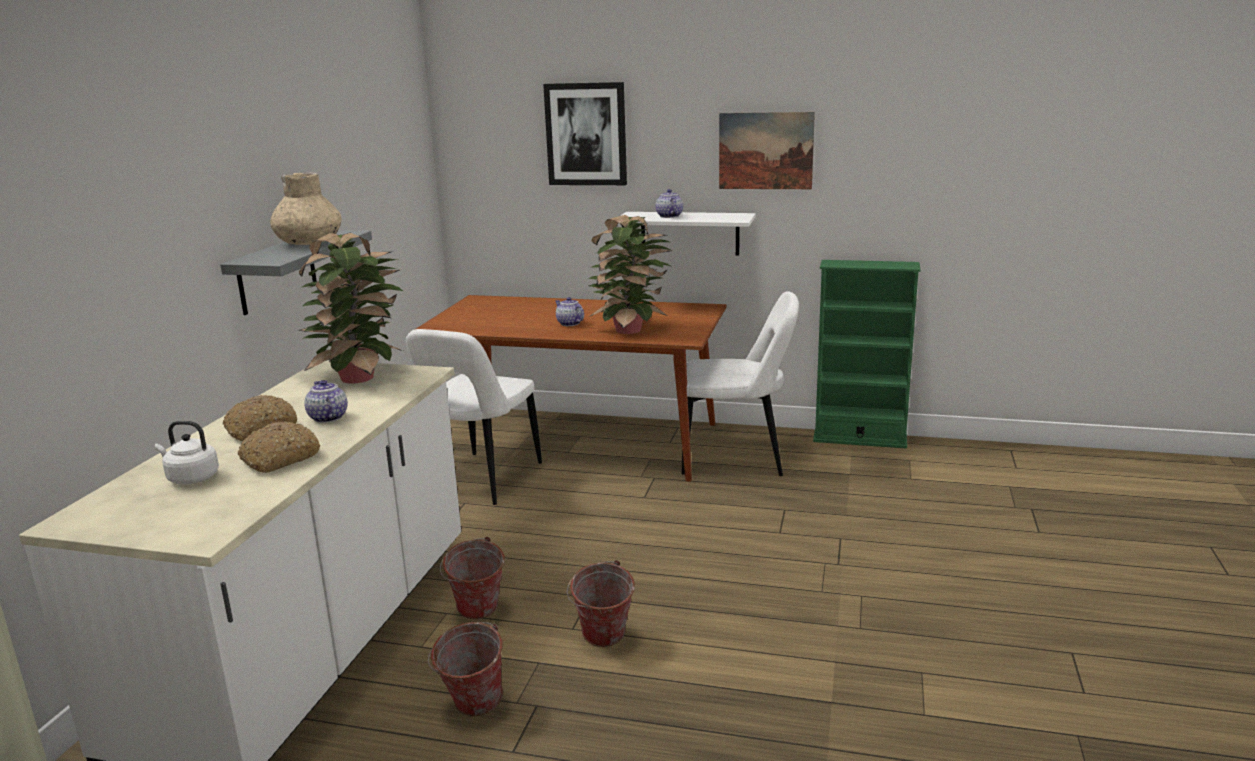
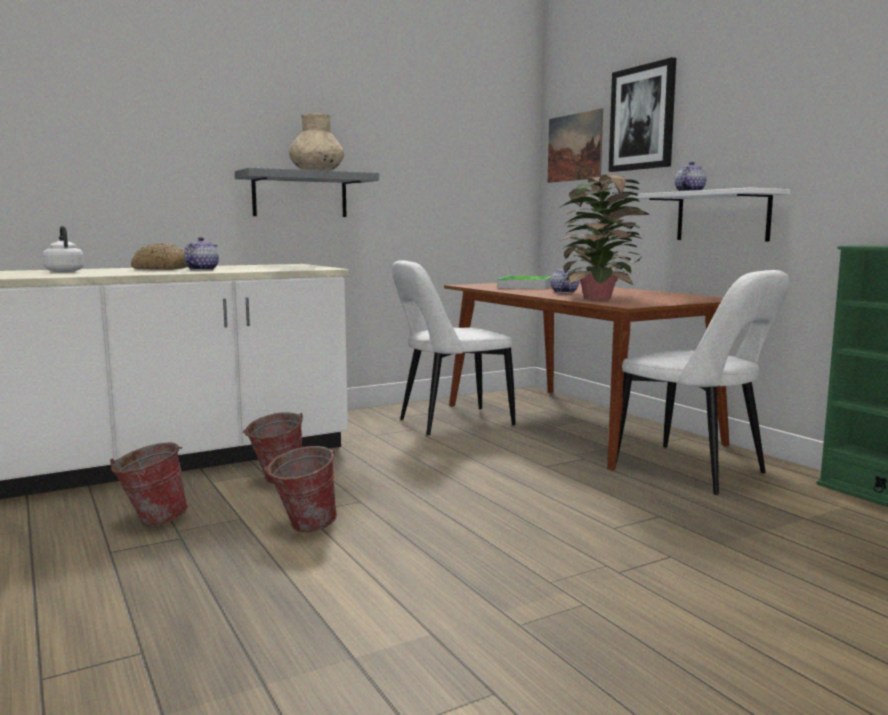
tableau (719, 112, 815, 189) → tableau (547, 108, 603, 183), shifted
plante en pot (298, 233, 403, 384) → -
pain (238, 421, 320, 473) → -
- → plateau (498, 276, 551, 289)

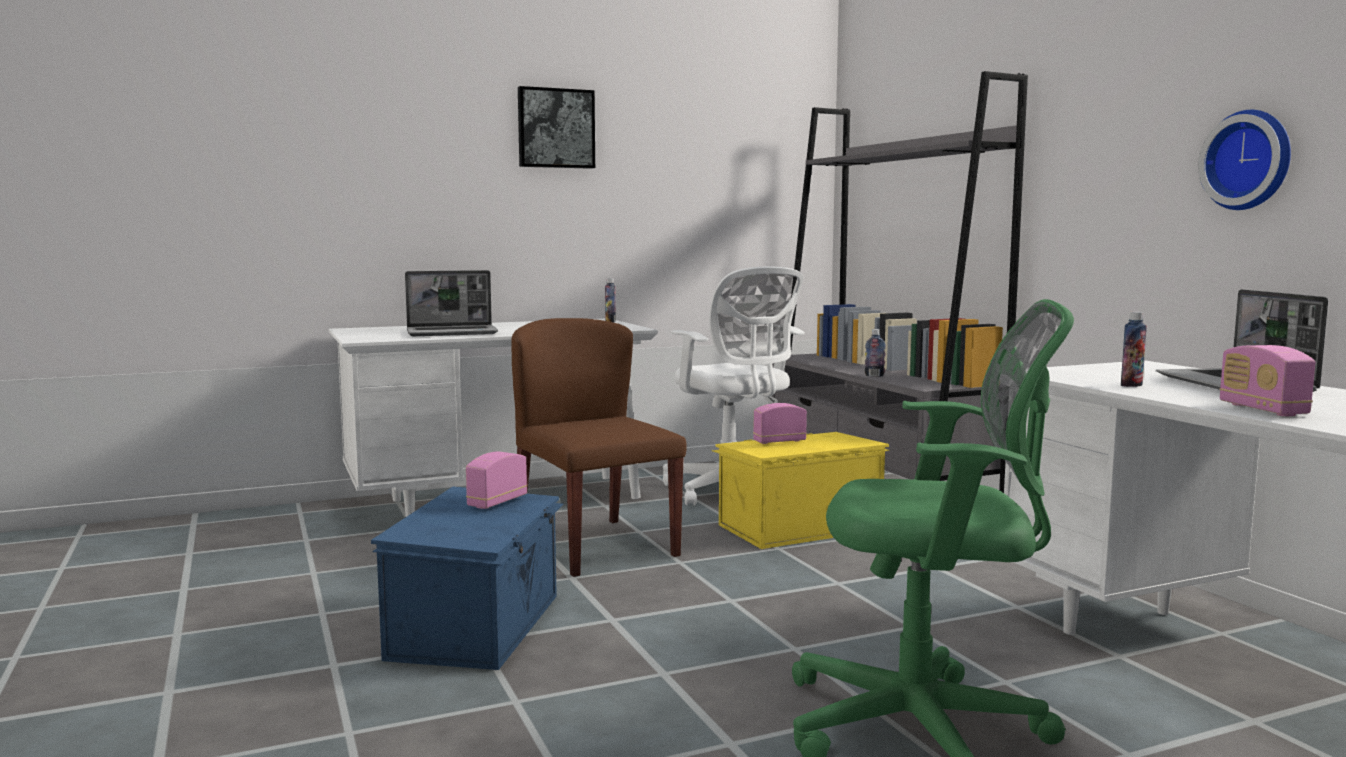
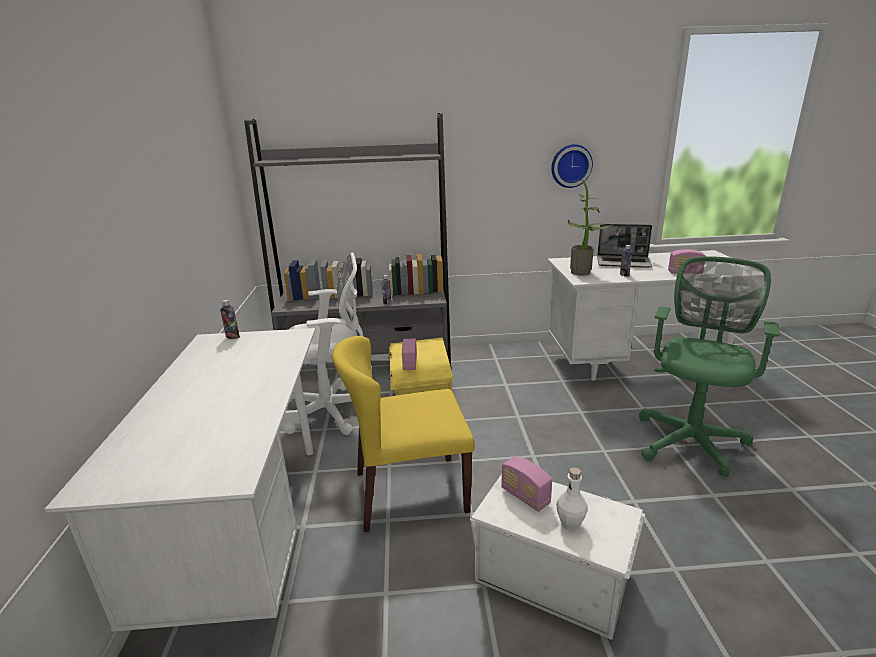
tableau (518, 86, 595, 169) → -
ordinateur portable (405, 270, 498, 336) → -
chaise/marron (512, 318, 687, 577) → chaise/jaune (332, 336, 475, 532)
boîte de rangement/bleu (371, 487, 564, 670) → boîte de rangement/blanc (470, 474, 645, 640)
- → plante en pot (568, 180, 612, 275)
- → bouteille/blanc (556, 467, 588, 531)

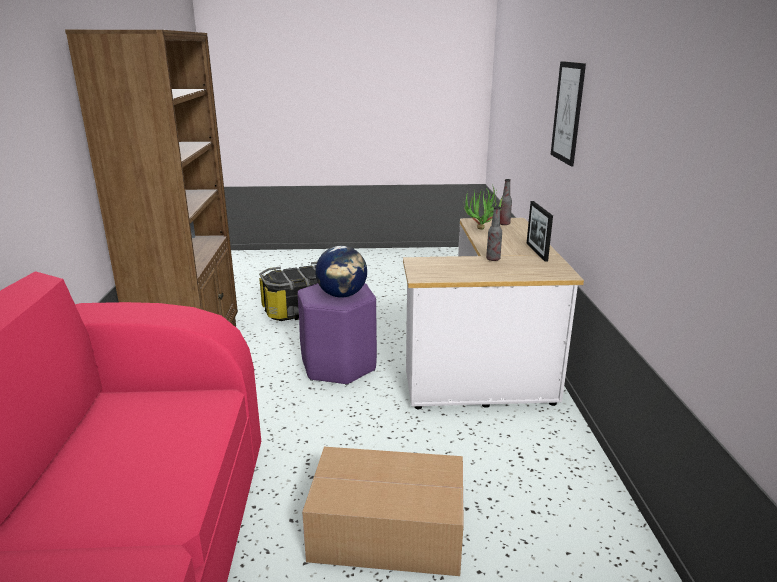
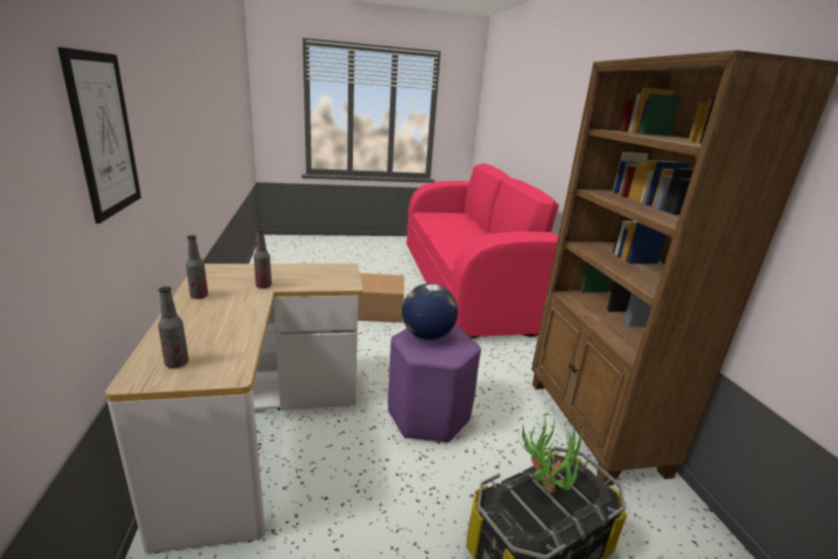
plante en pot (463, 184, 505, 230) → plante en pot (519, 418, 583, 494), shifted
cadre photo (527, 201, 553, 261) → bouteille (186, 235, 208, 299)

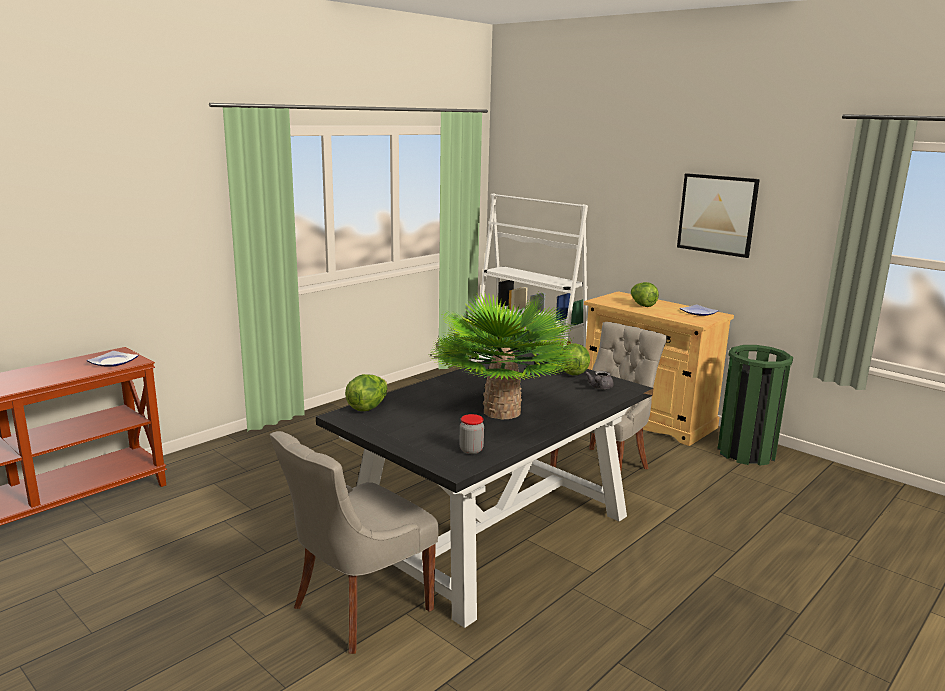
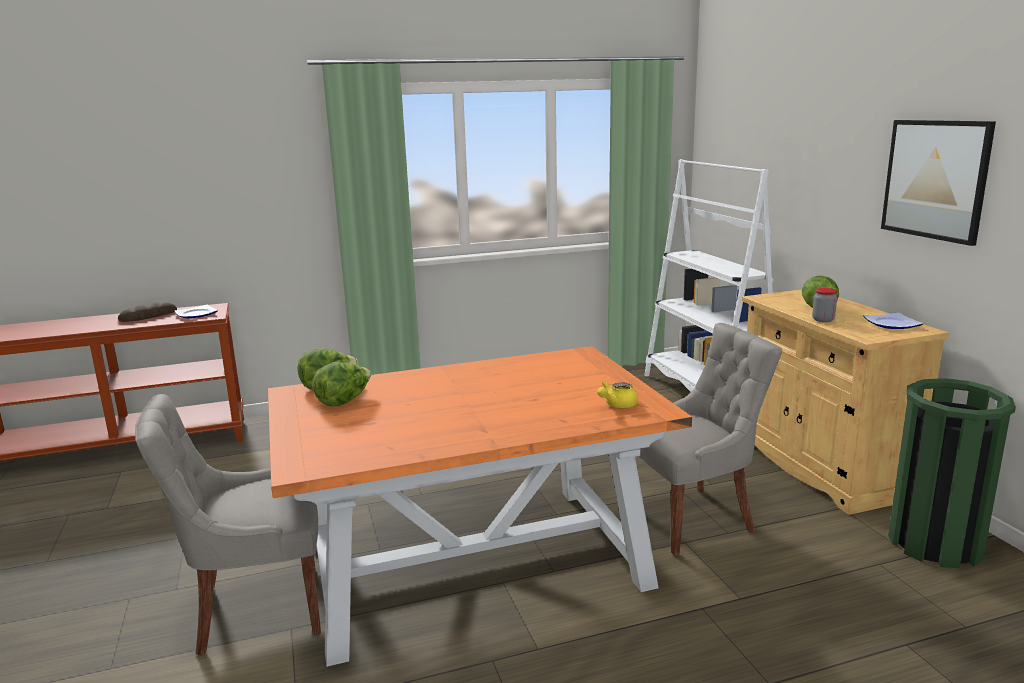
plante en pot (429, 291, 578, 419) → -
laitue (560, 343, 590, 375) → laitue (312, 362, 371, 406), shifted
table à manger/noir (316, 350, 654, 628) → table à manger/orange (268, 346, 692, 667)
théière/gris (585, 371, 614, 389) → théière/jaune (597, 381, 638, 408)
bocal (459, 414, 484, 454) → bocal (812, 288, 837, 322), shifted
- → pain (118, 302, 177, 322)

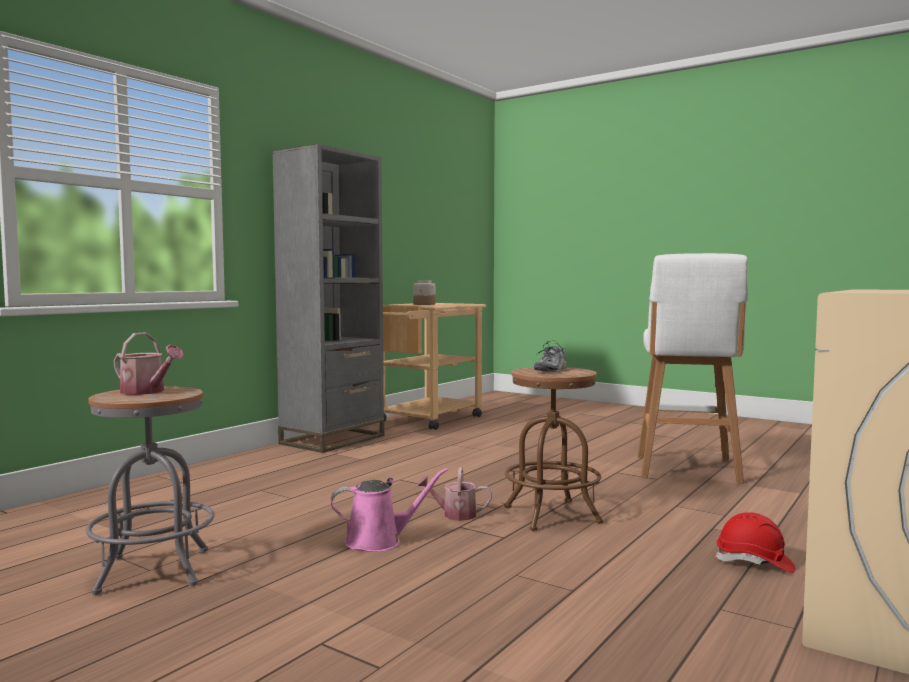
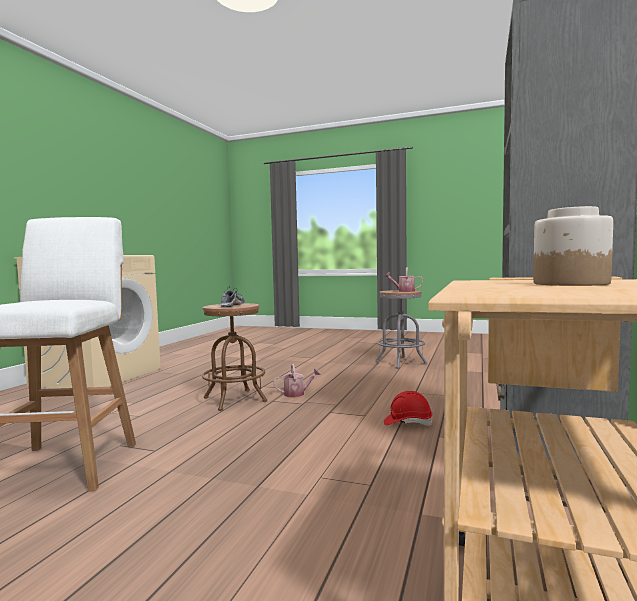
arrosoir/rose (330, 468, 448, 552) → -
casque de chantier/rouge (715, 512, 796, 573) → casque de chantier/rouge (384, 391, 433, 426), shifted

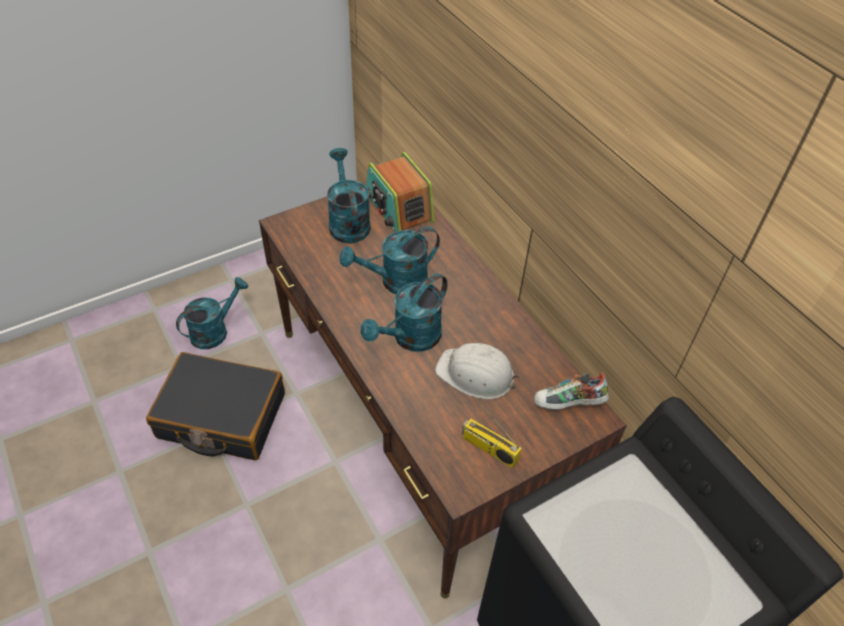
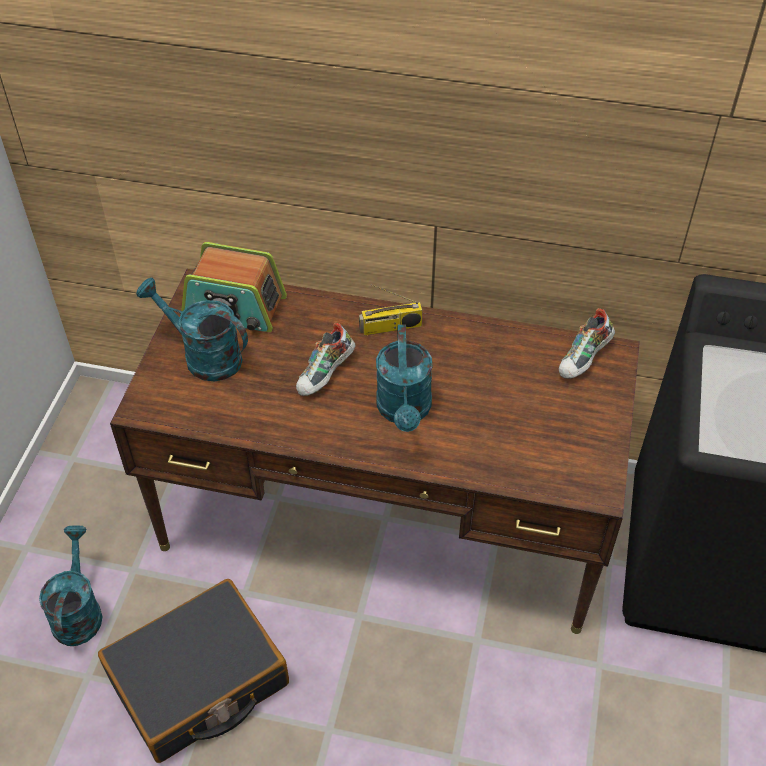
arrosoir/turquoise (340, 227, 440, 294) → chaussure (296, 323, 356, 396)
casque de chantier/blanc (435, 343, 520, 399) → -
radio (462, 404, 522, 468) → radio (359, 284, 423, 335), shifted

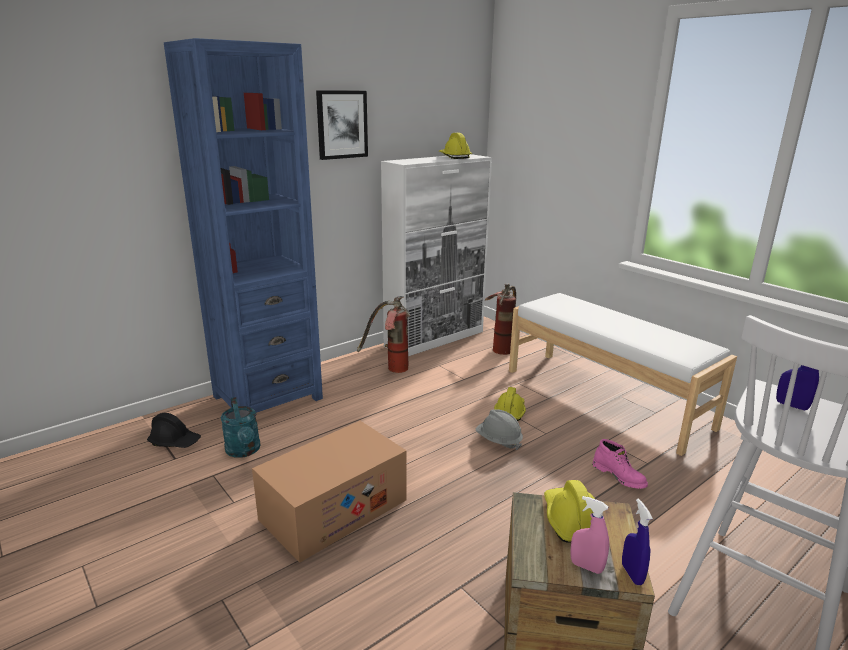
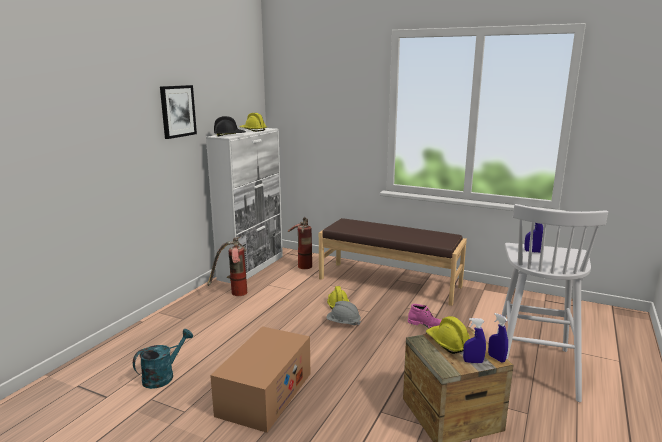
bibliothèque/bleu (164, 38, 323, 413) → -
banc/blanc (509, 293, 737, 456) → banc/marron (319, 218, 467, 306)
arrosoir/turquoise (220, 397, 261, 458) → arrosoir/turquoise (133, 329, 193, 389), 90 degrees counterclockwise
casque de chantier/noir (147, 413, 201, 448) → casque de chantier/noir (214, 116, 246, 137), shifted
vaporisateur/rose (570, 496, 609, 574) → vaporisateur/bleu (463, 318, 486, 363)

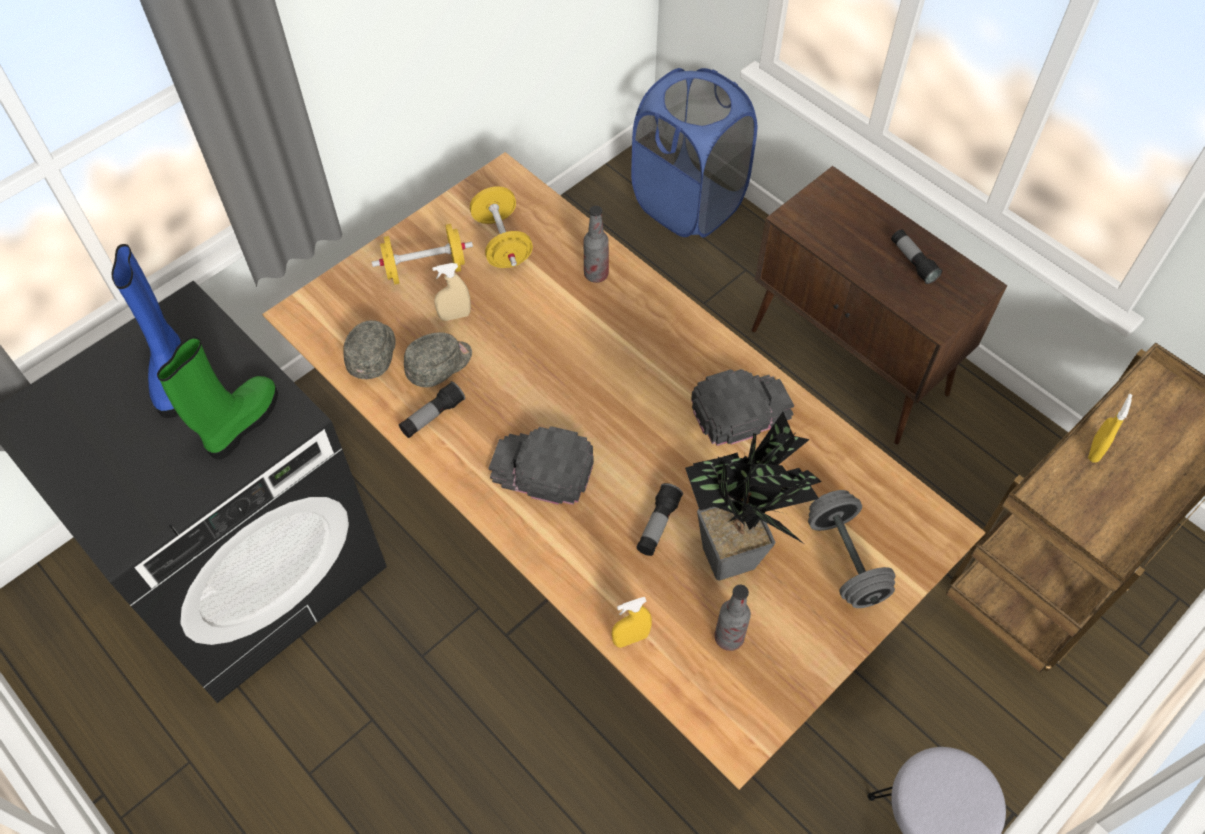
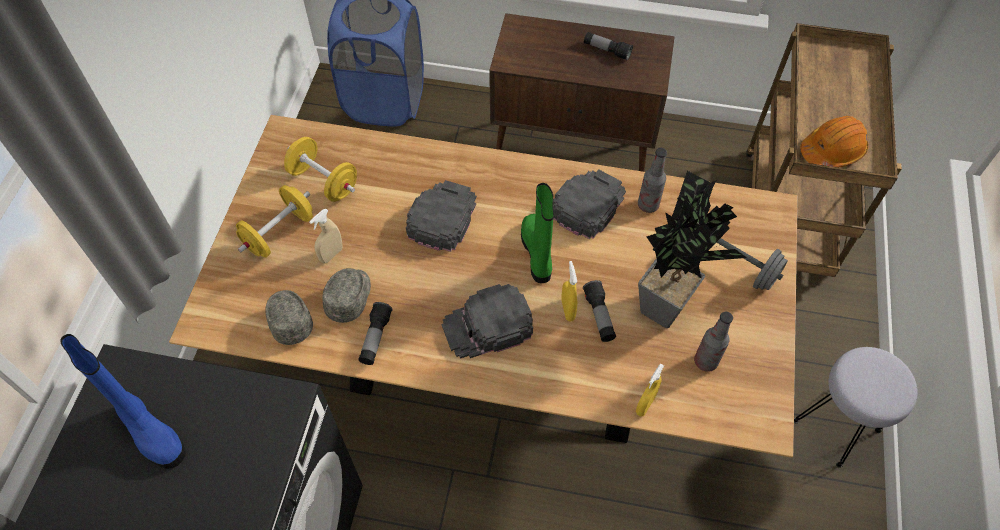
bouteille (584, 206, 609, 283) → bouteille (638, 148, 667, 213), shifted
botte/vert (157, 336, 278, 460) → botte/vert (521, 183, 554, 283), shifted
vaporisateur/jaune (1088, 394, 1132, 463) → vaporisateur/jaune (561, 261, 577, 322), shifted
- → casque de chantier/orange (800, 116, 869, 168)
- → casquette/noir (406, 180, 477, 252)

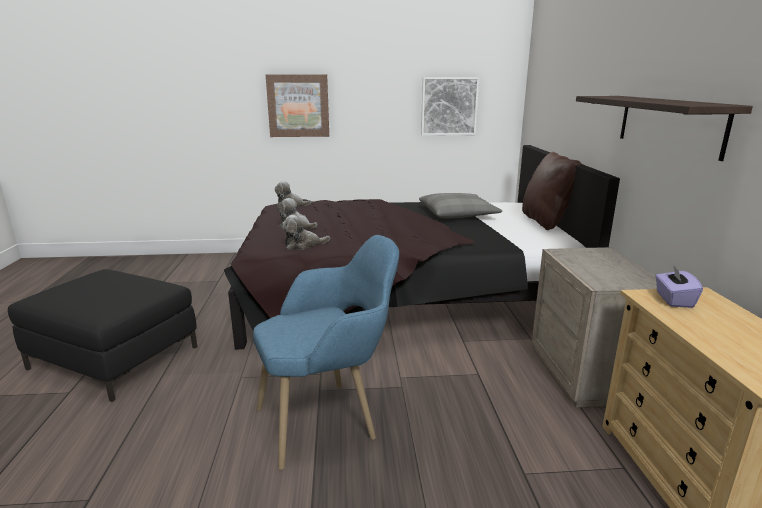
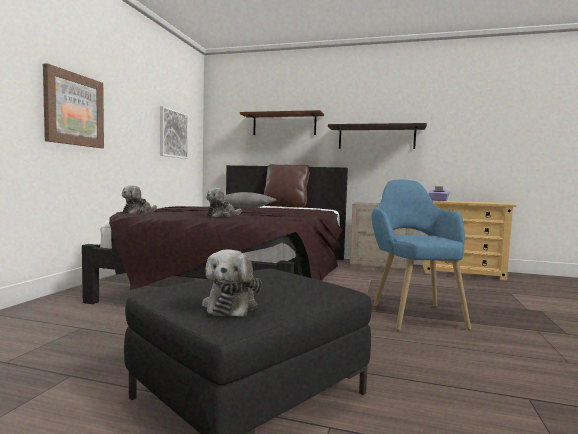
peluche (281, 215, 330, 250) → peluche (202, 249, 262, 317), shifted
- → étagère/marron (240, 110, 324, 135)

